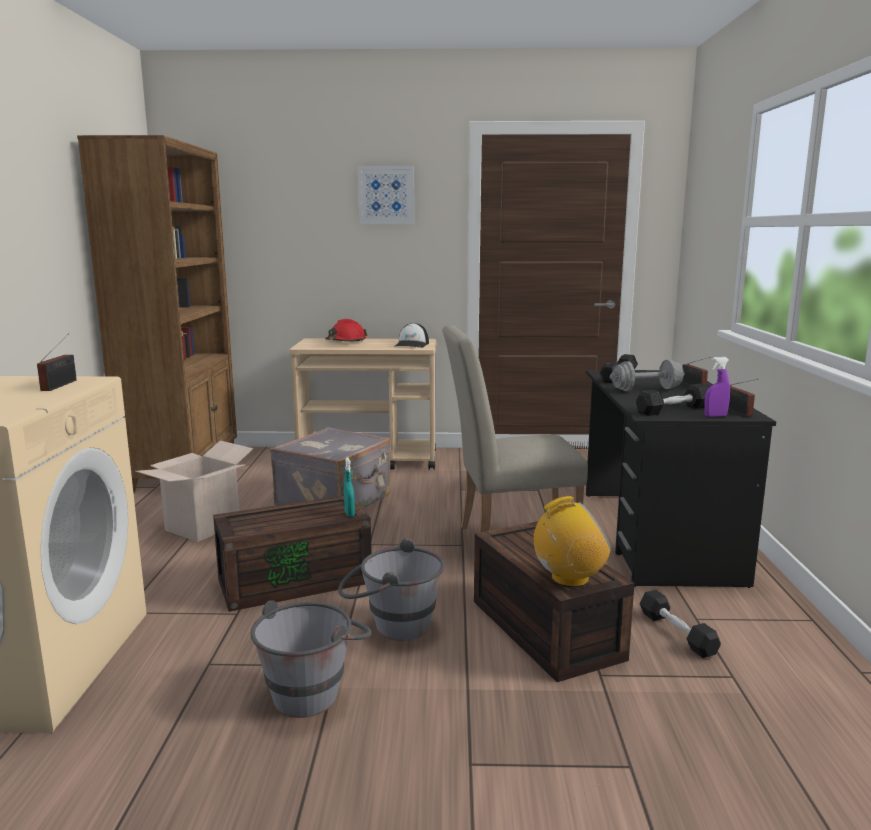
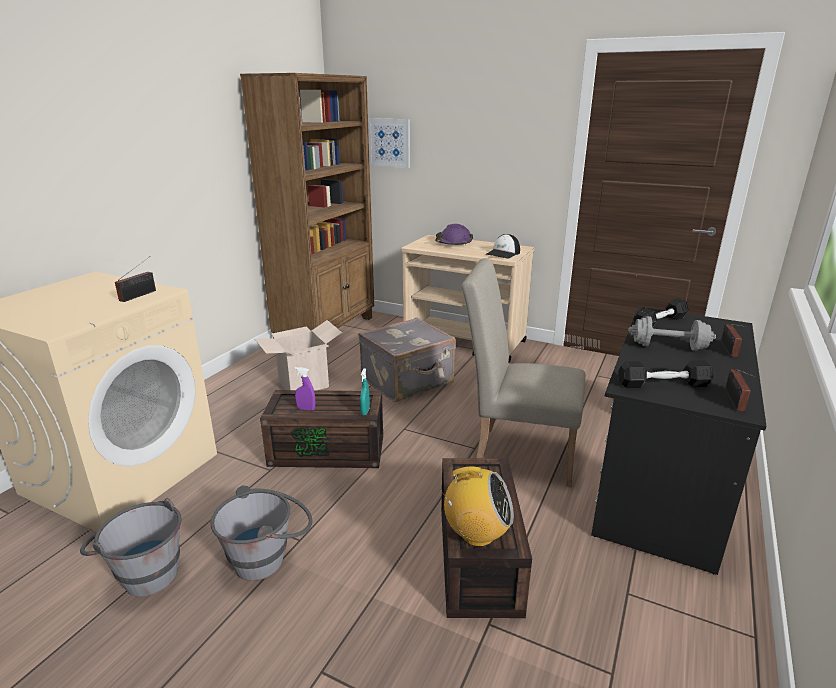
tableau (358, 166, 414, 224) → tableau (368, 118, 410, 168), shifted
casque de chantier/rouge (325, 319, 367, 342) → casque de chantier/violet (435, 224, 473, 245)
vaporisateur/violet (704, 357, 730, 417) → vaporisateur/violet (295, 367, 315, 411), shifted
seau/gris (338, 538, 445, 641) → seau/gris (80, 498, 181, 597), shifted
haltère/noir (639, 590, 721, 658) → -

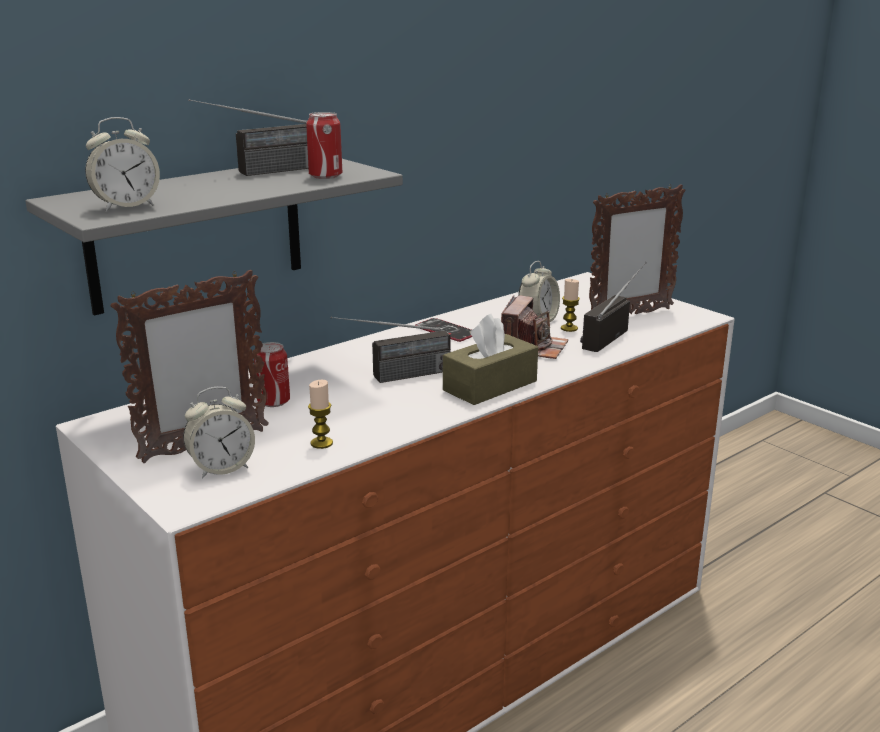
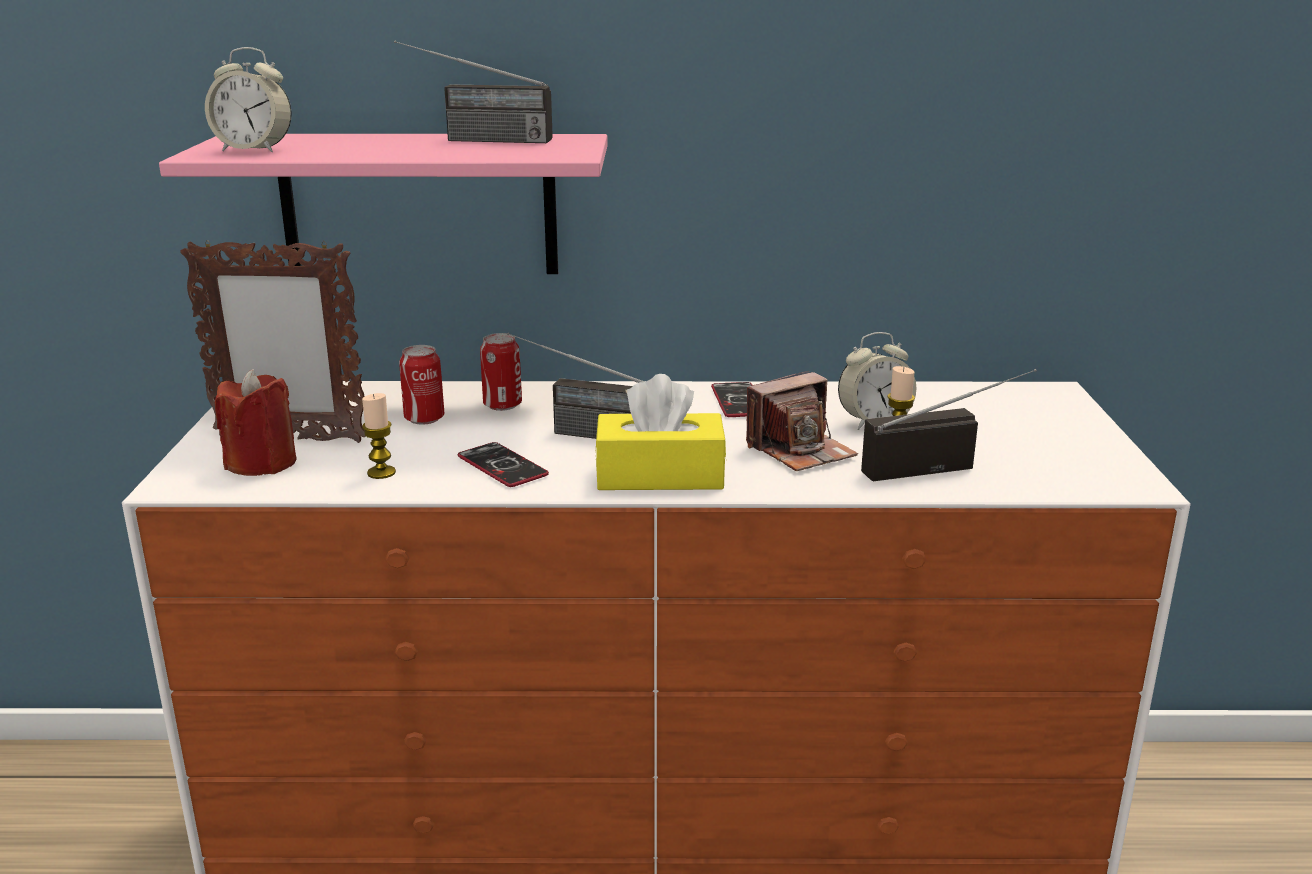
boîte métallique (306, 112, 342, 179) → boîte métallique (480, 333, 522, 411), shifted
étagère/gris (25, 159, 403, 315) → étagère/rose (159, 134, 608, 274)
cadre photo (589, 184, 685, 314) → -
boîte à mouchoirs/marron (443, 314, 538, 405) → boîte à mouchoirs/jaune (595, 374, 726, 490)
réveil (183, 387, 255, 479) → bougie/rouge (215, 369, 297, 476)
- → téléphone (458, 442, 549, 487)

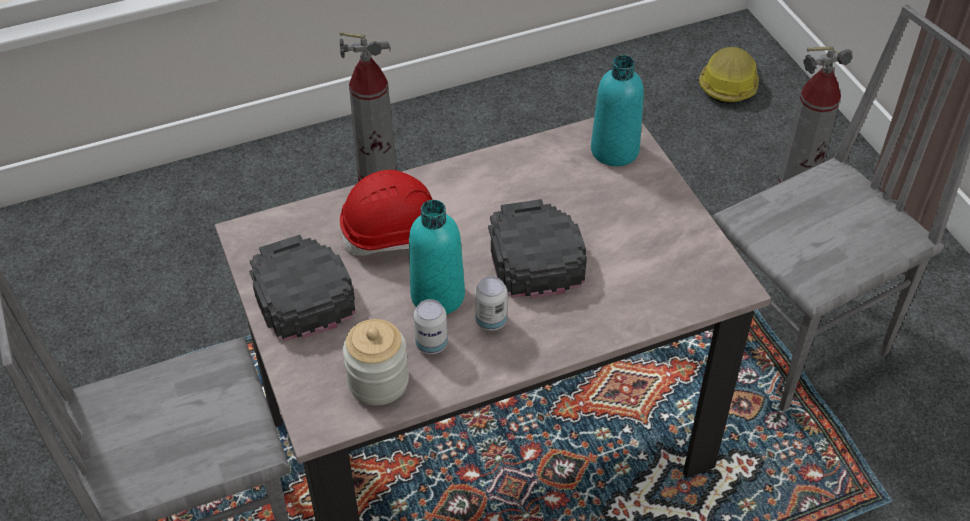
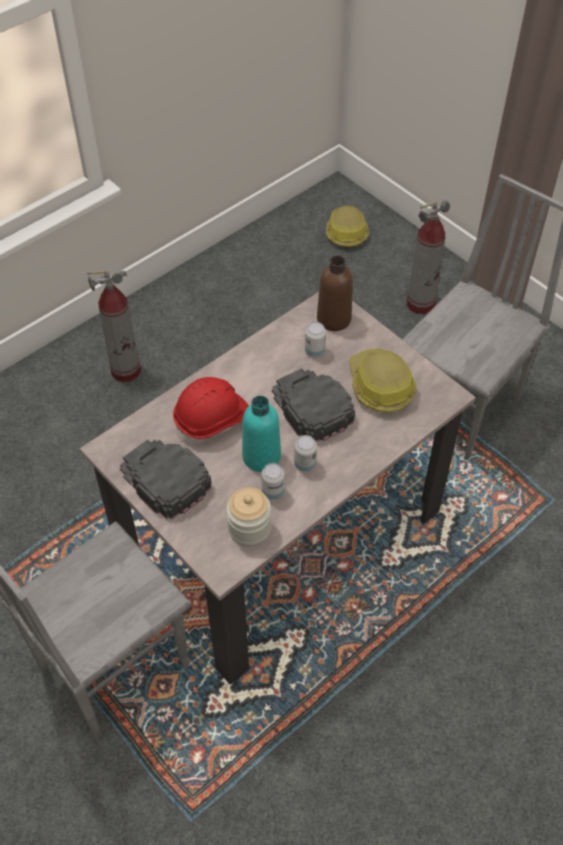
bouteille/turquoise (591, 55, 644, 166) → bouteille/marron (317, 255, 353, 331)
- → boîte métallique (305, 322, 326, 357)
- → casque de chantier (349, 348, 417, 413)

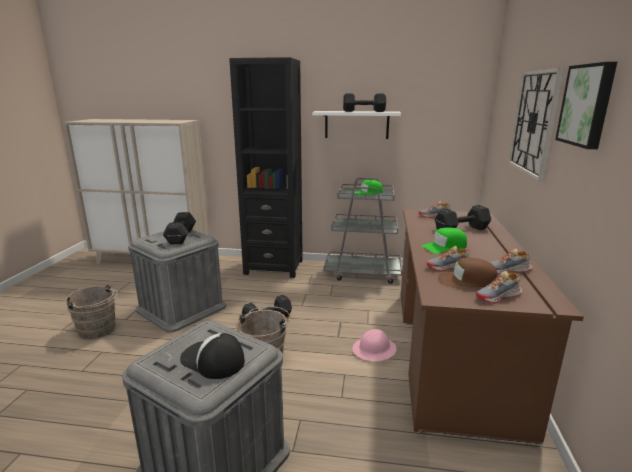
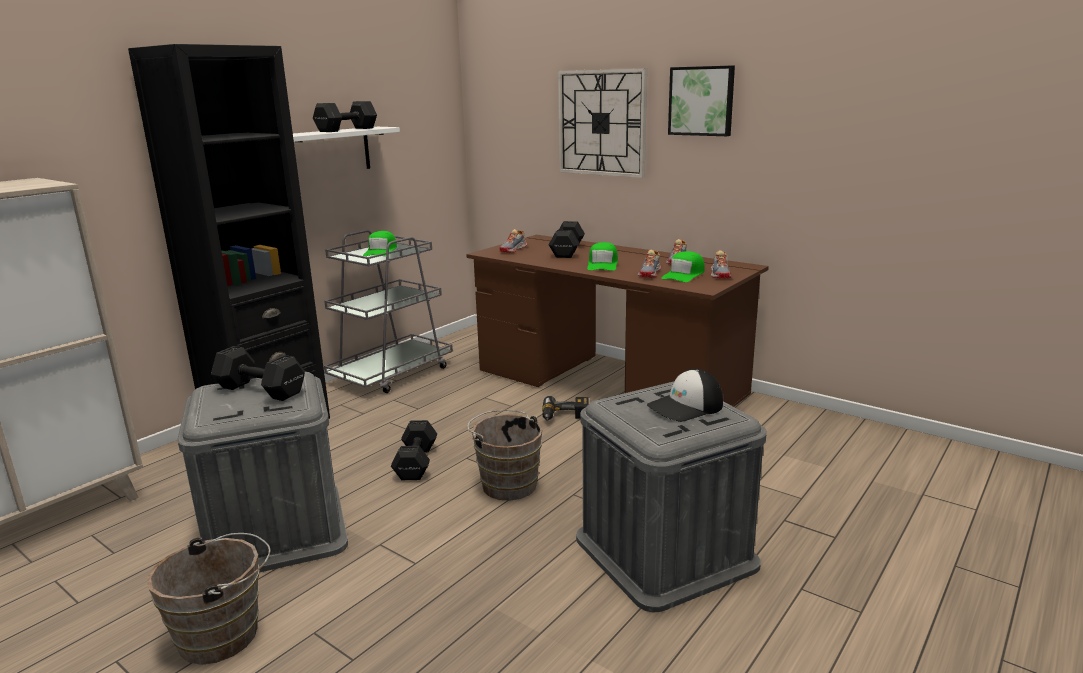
casquette/marron (438, 258, 497, 287) → casquette/vert (661, 251, 704, 282)
casque de chantier/rose (352, 329, 397, 362) → perceuse (542, 396, 589, 420)

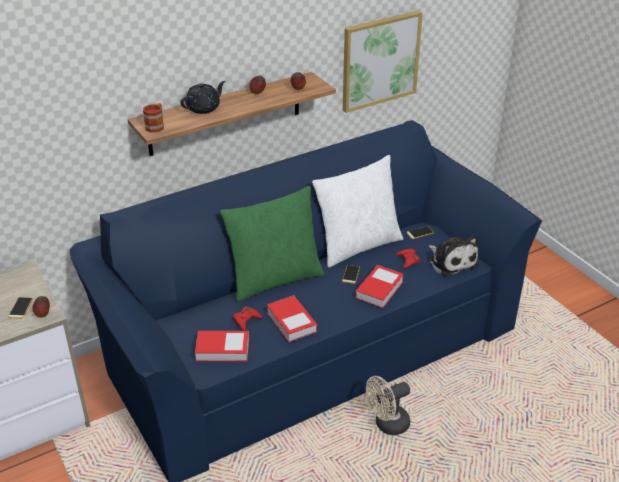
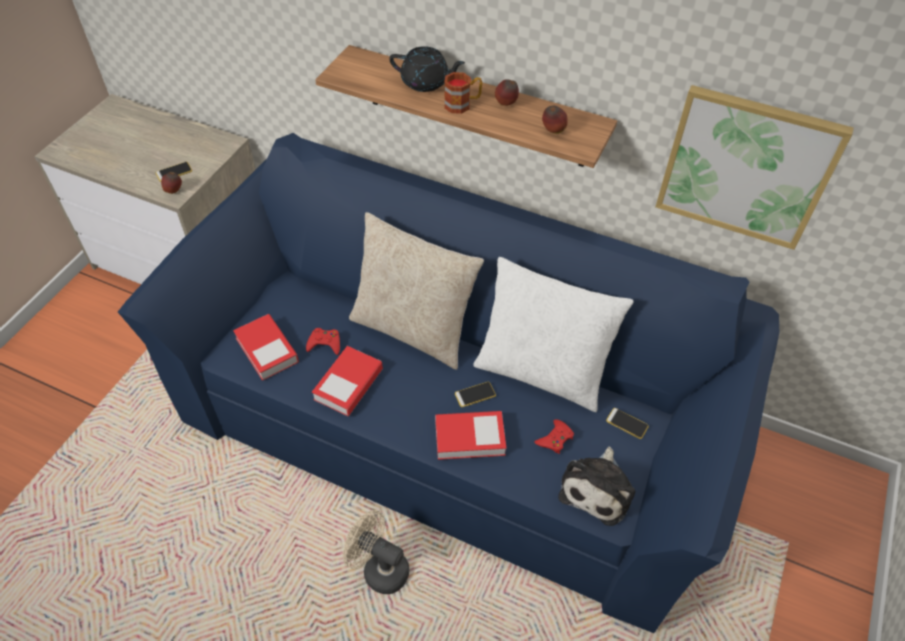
mug (143, 103, 164, 133) → mug (444, 72, 482, 114), shifted
coussin/vert (220, 186, 325, 302) → coussin/beige (349, 212, 484, 370)

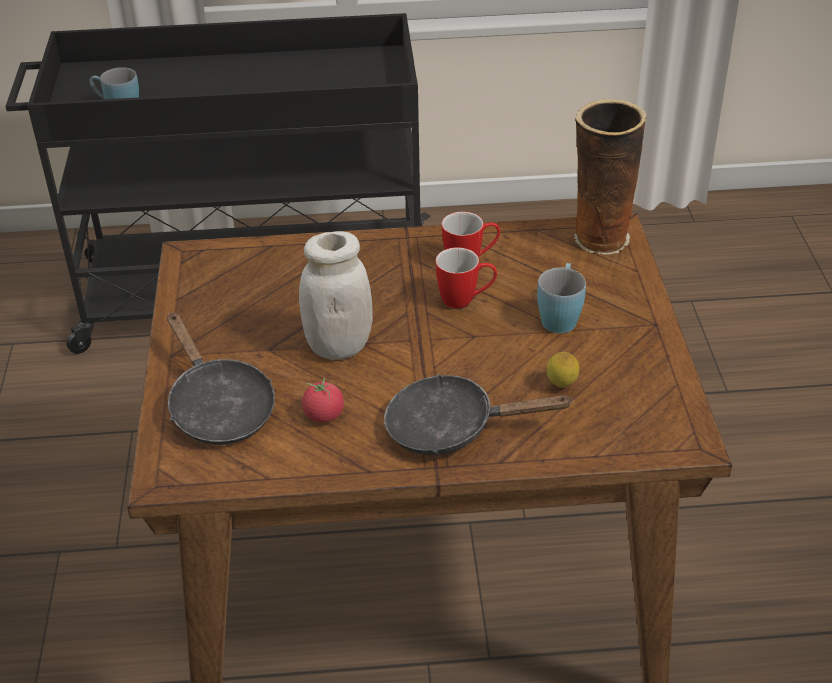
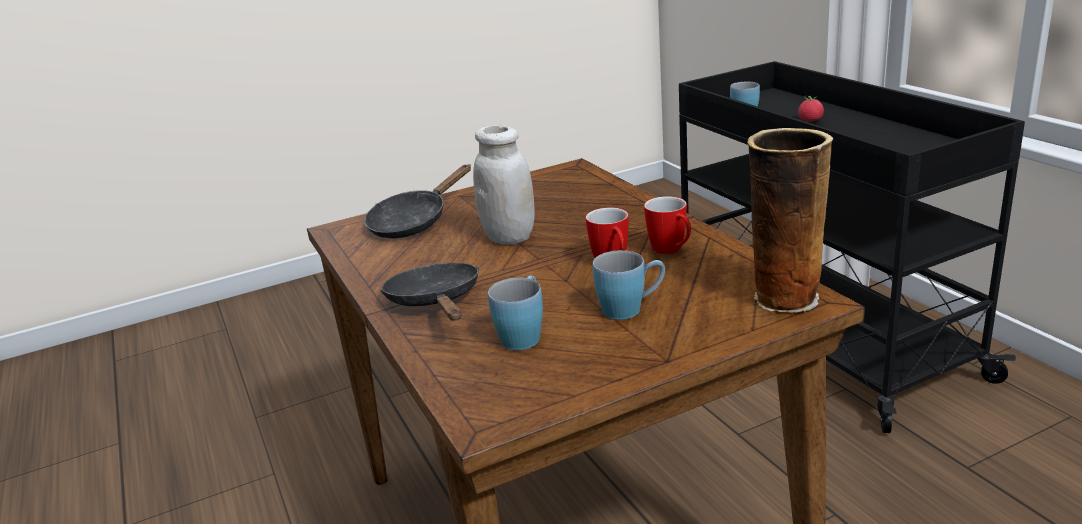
citron (547, 352, 579, 388) → mug/bleu (488, 276, 543, 350)
tomate (302, 378, 344, 422) → tomate (798, 96, 824, 122), shifted

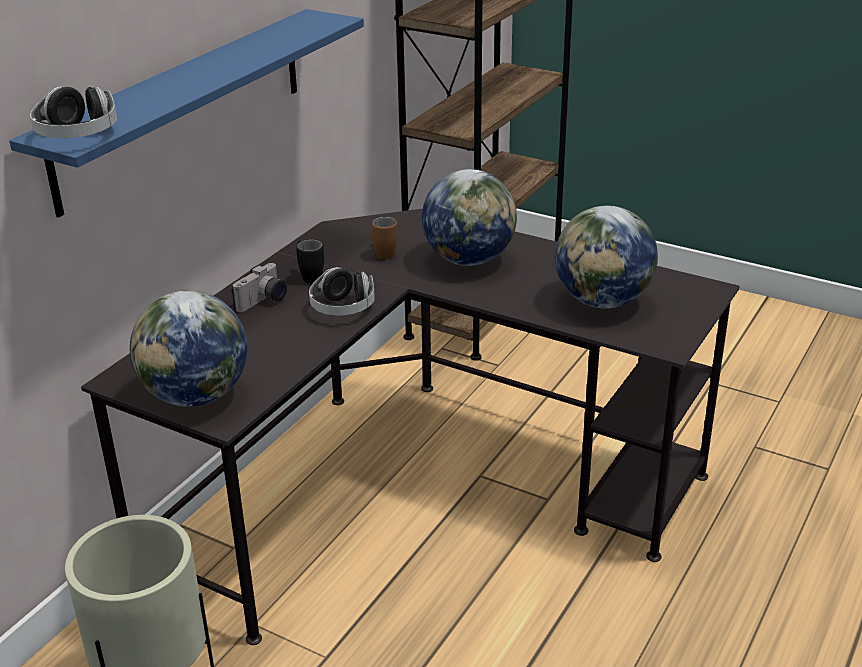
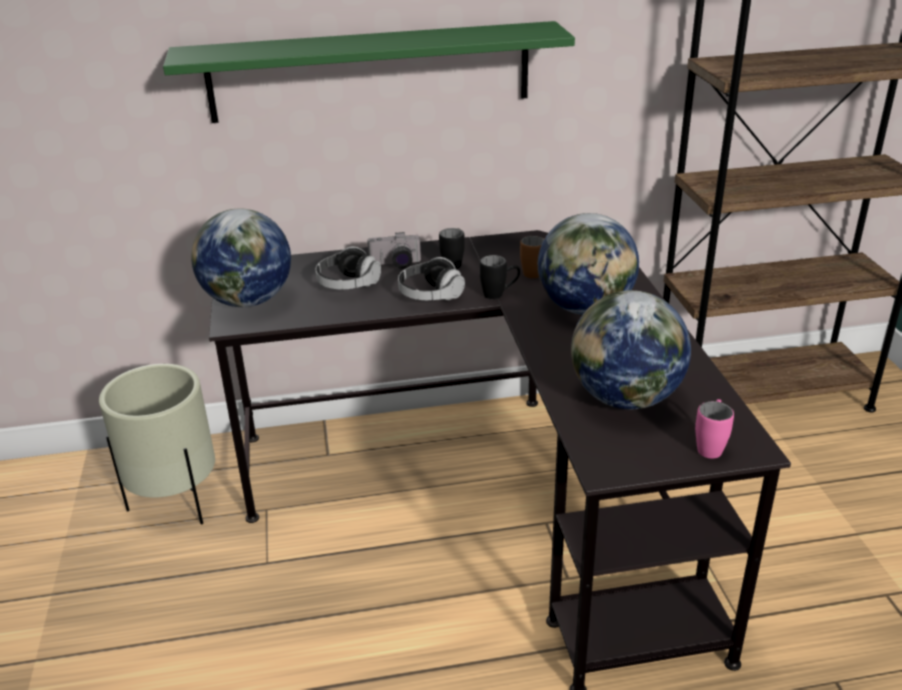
étagère/bleu (9, 9, 364, 218) → étagère/vert (163, 21, 575, 123)
casque audio (30, 86, 117, 138) → casque audio (316, 246, 381, 289), shifted
- → mug/noir (480, 255, 520, 299)
- → mug/rose (695, 399, 734, 459)

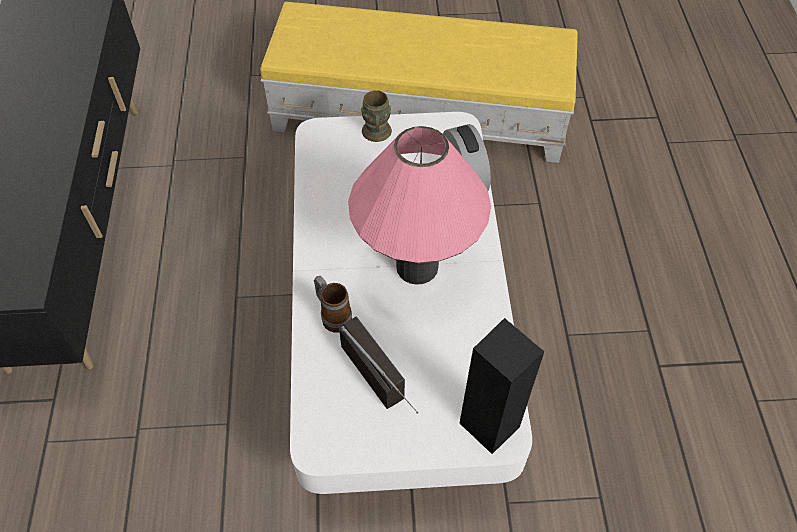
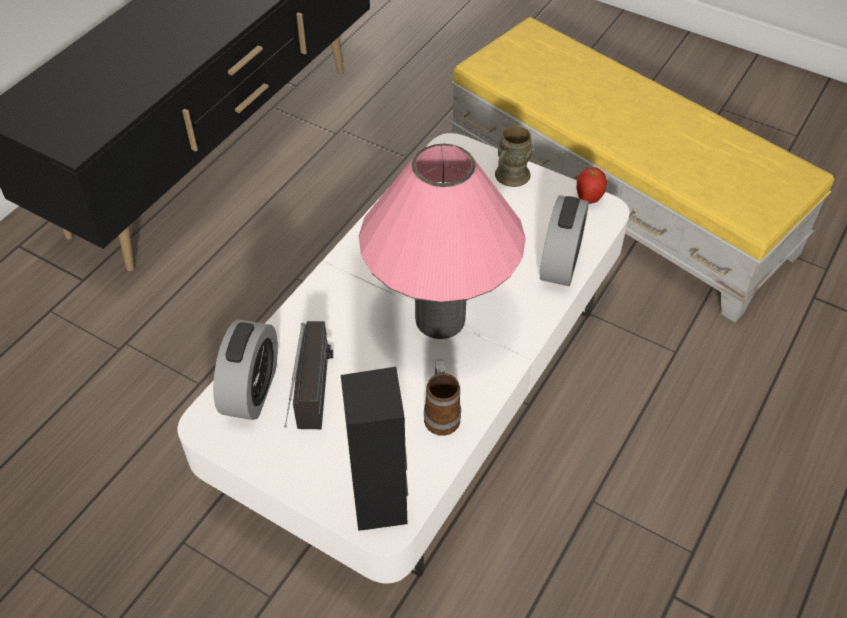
mug (314, 276, 352, 333) → mug (424, 359, 461, 436), shifted
- → pomme (576, 167, 607, 204)
- → réveil (213, 319, 278, 420)

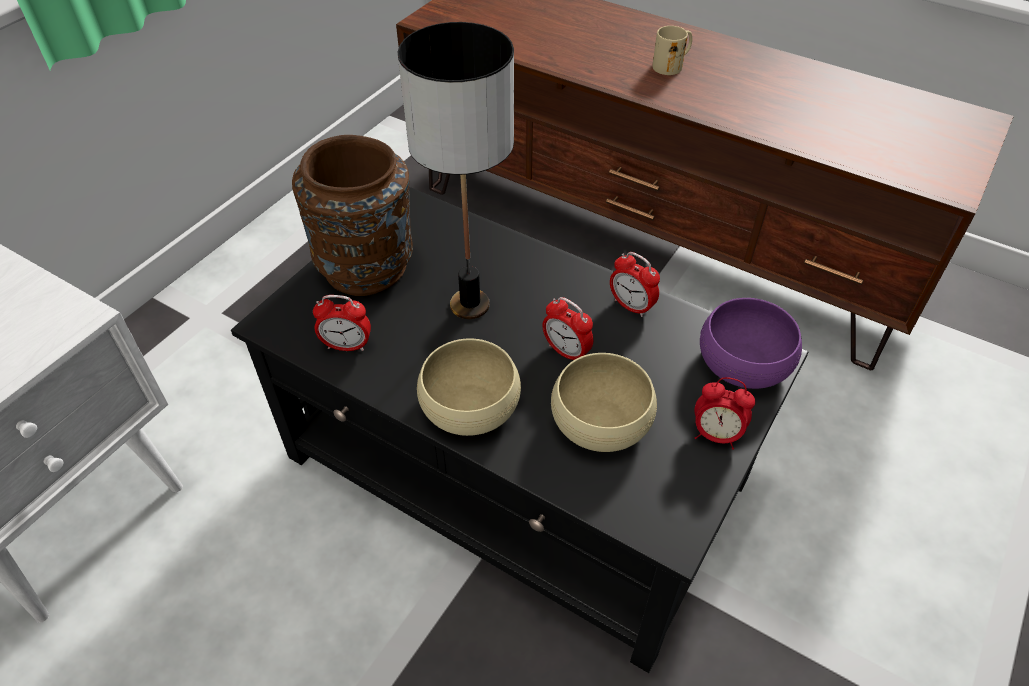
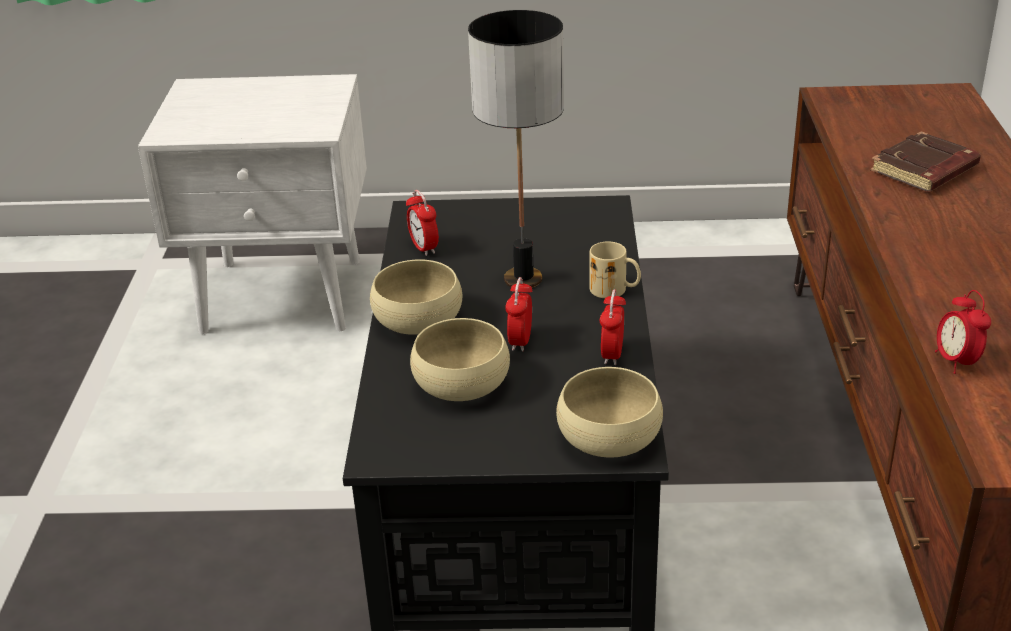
mug/beige (652, 26, 692, 75) → mug/beige (589, 241, 641, 298), shifted
vase/marron (292, 135, 413, 296) → -
bol/violet (700, 298, 802, 389) → bol/beige (556, 367, 663, 458)
réveil (694, 377, 755, 450) → réveil (935, 290, 991, 374), shifted
- → livre/marron (870, 131, 981, 192)

